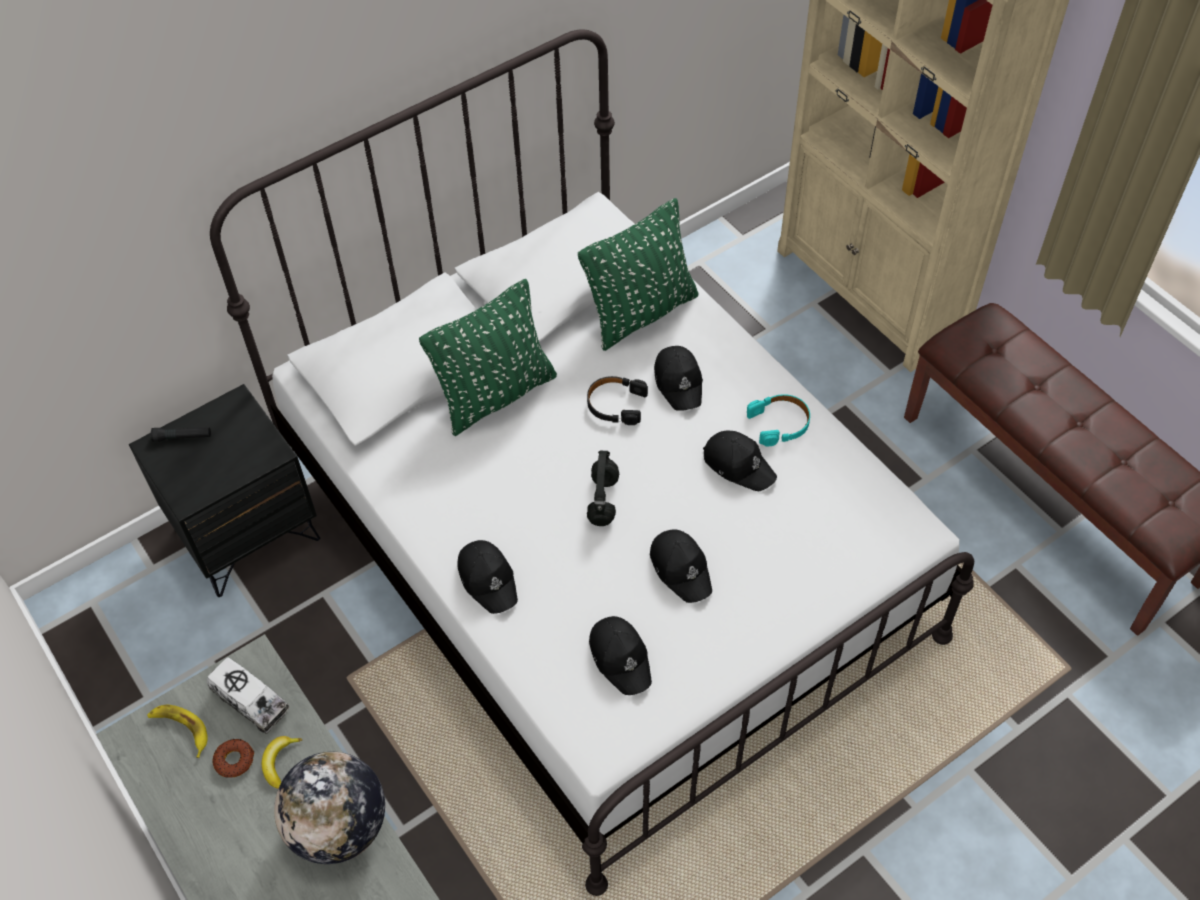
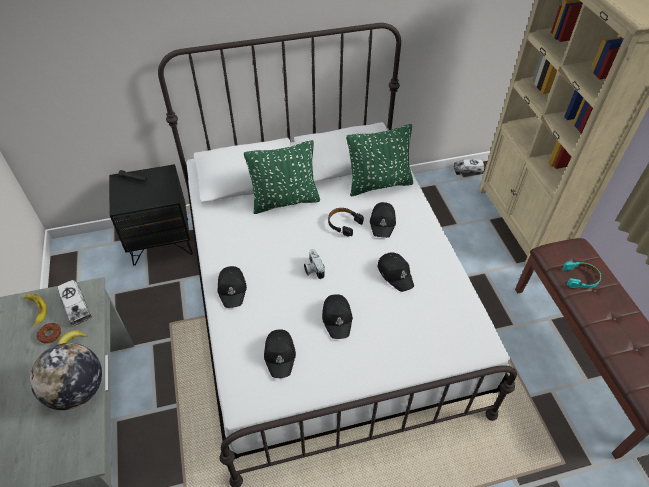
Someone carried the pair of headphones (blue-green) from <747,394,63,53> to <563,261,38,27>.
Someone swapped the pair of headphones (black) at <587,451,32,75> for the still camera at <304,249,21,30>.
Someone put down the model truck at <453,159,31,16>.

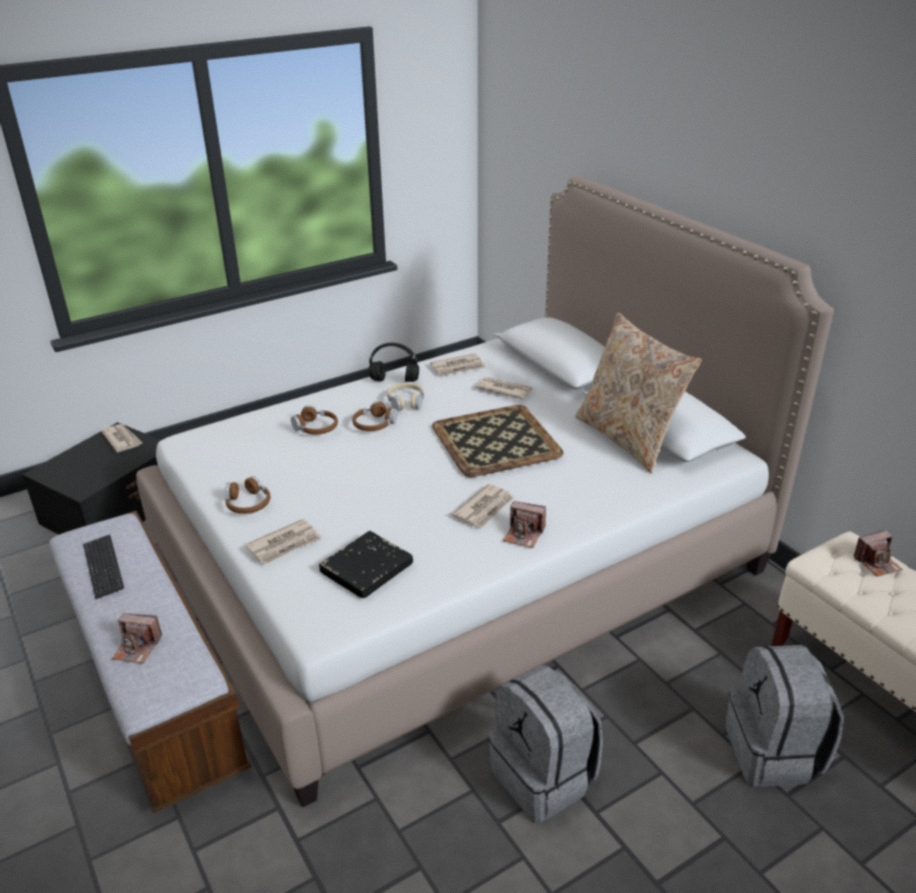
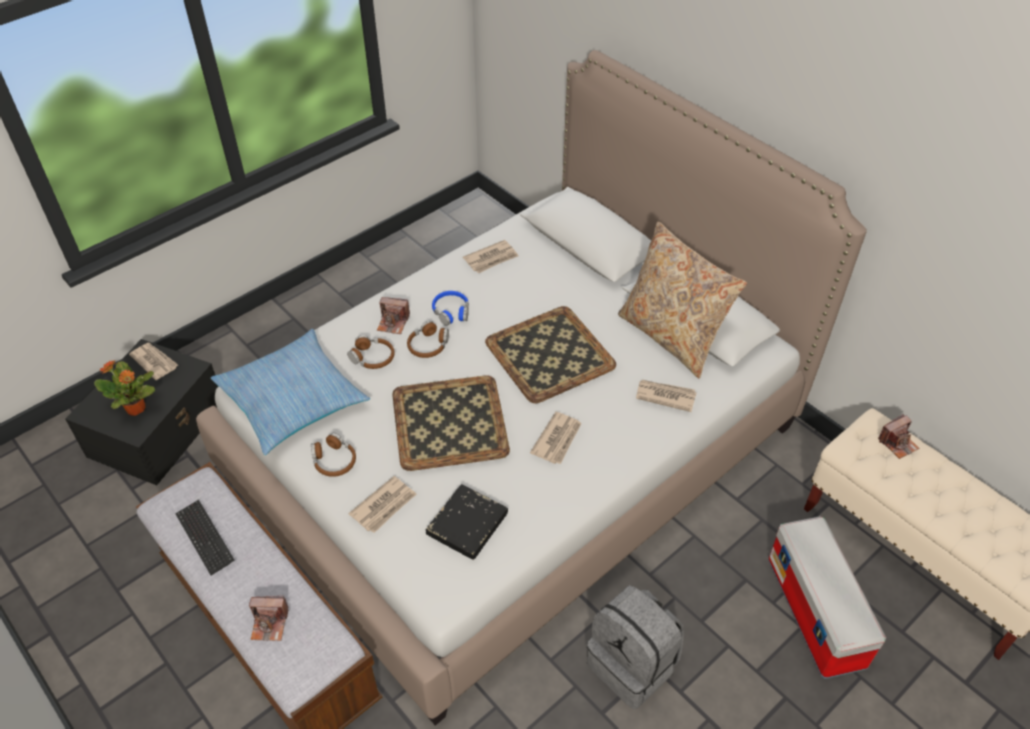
Someone took away the pair of headphones (black) at <369,343,50,39>.
Someone carried the daily paper from <476,377,57,22> to <636,380,61,32>.
Someone repainted the pair of headphones (beige-coloured) at <387,383,37,28>, which became the pair of headphones (bluish) at <432,291,37,35>.
Someone carried the still camera from <503,501,43,47> to <377,297,33,37>.
Someone swapped the knapsack (greyish) at <725,645,119,142> for the storage container at <768,516,118,163>.
Someone put down the throw pillow at <211,329,159,126>.
Someone put down the plant in a pot at <94,360,61,56>.
Someone put down the serving tray at <392,375,118,96>.

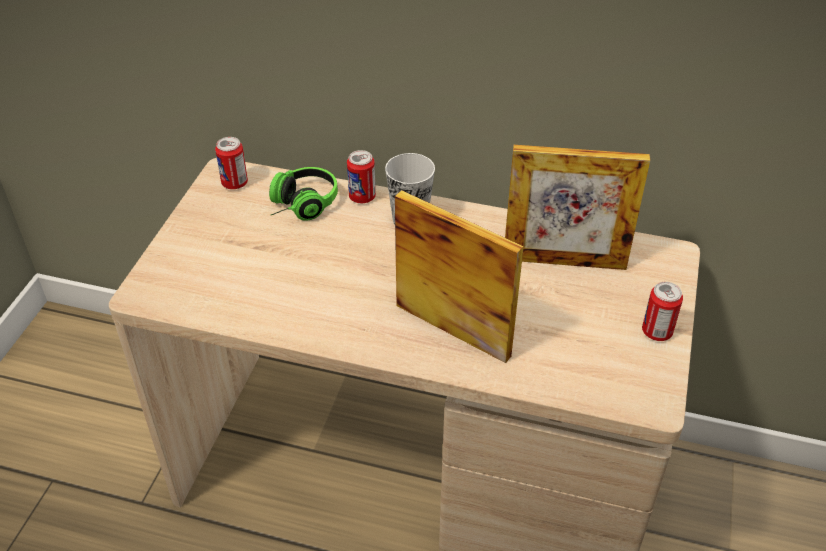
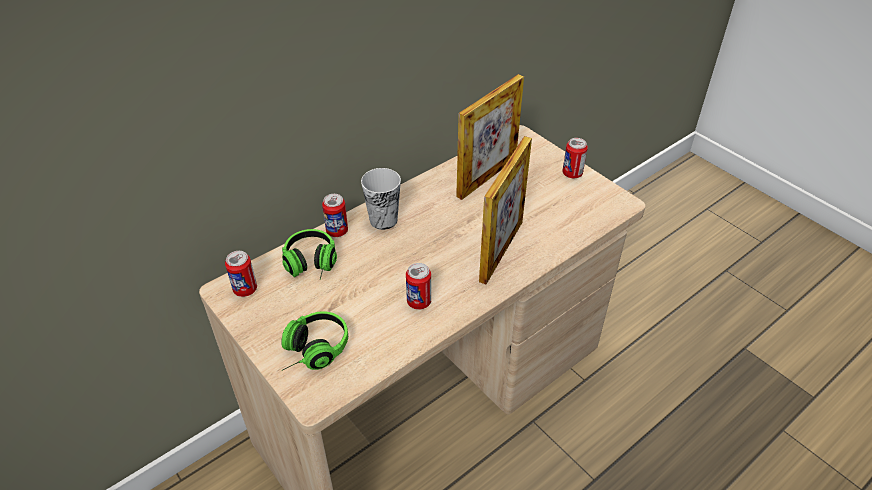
Someone rotated the picture frame at <395,190,129,173> by 135 degrees clockwise.
Someone put down the sealed can at <406,263,25,47>.
Someone put down the pair of headphones at <281,311,67,59>.

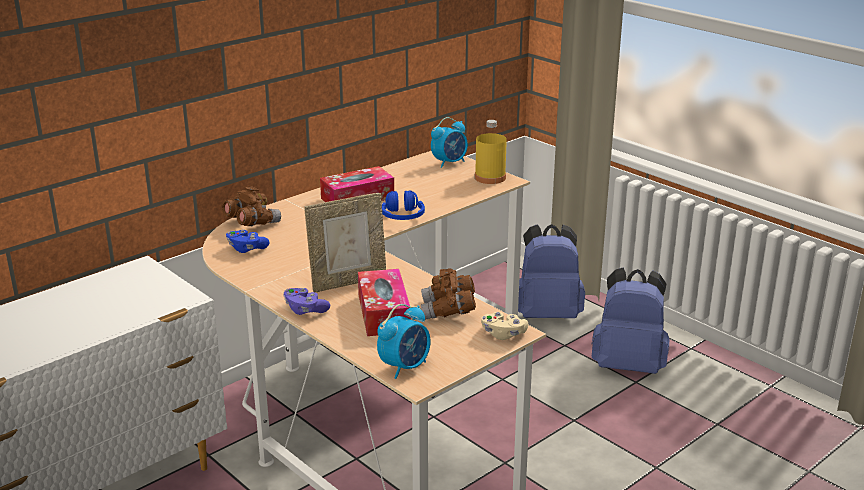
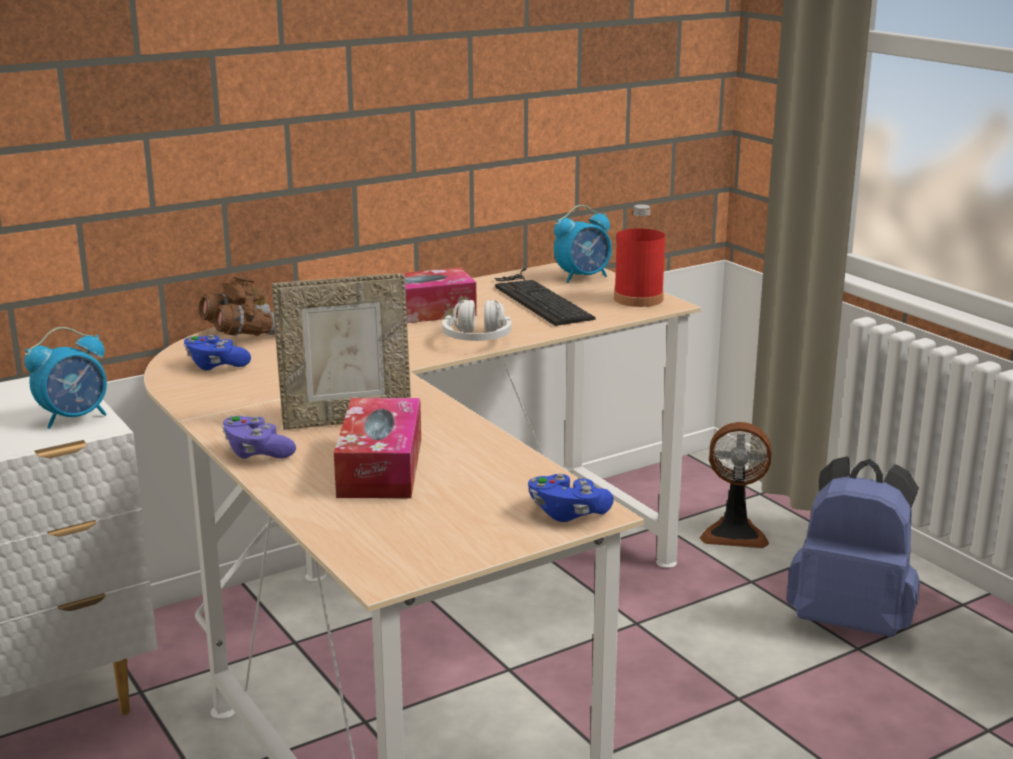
Someone repainted the bottle (yellowish) at <475,120,32,64>, which became the bottle (reddish) at <614,204,51,103>.
Someone repainted the pair of headphones (bluish) at <382,190,43,30>, which became the pair of headphones (white-coloured) at <442,300,69,41>.
Someone swapped the knapsack (bluish) at <518,224,67,94> for the fan at <700,422,72,126>.
Someone took away the field glasses (brown) at <421,268,55,52>.
Someone carried the table clock from <377,304,54,75> to <24,327,83,102>.
Someone repainted the gamepad (beige-coloured) at <481,312,47,28>, which became the gamepad (bluish) at <528,473,86,49>.
Someone put down the PC keyboard at <494,268,102,58>.

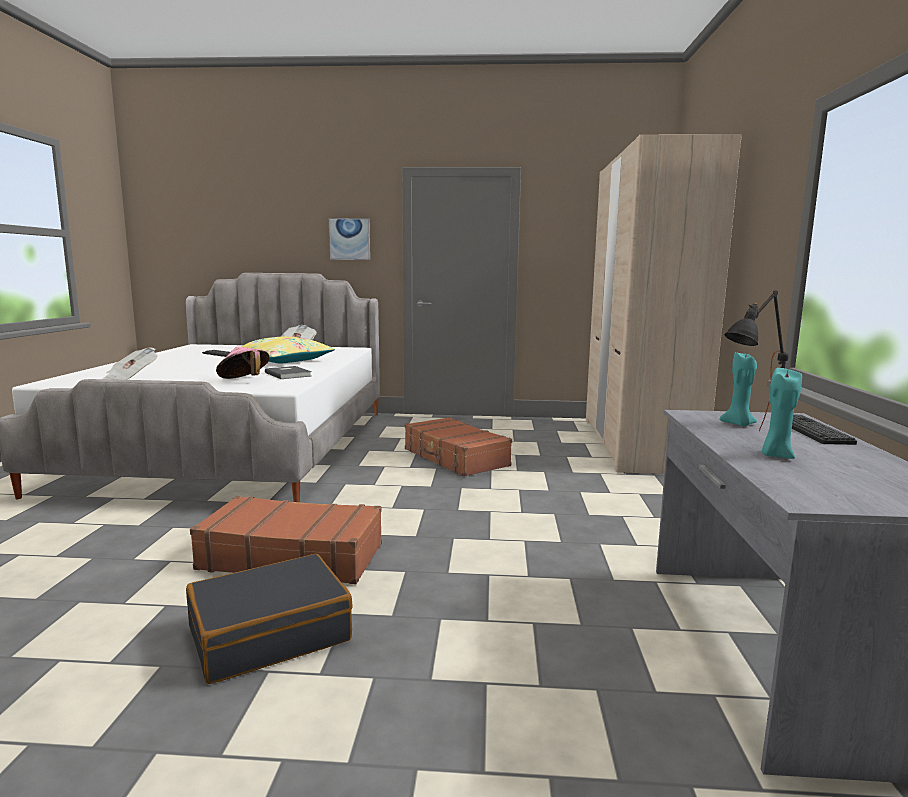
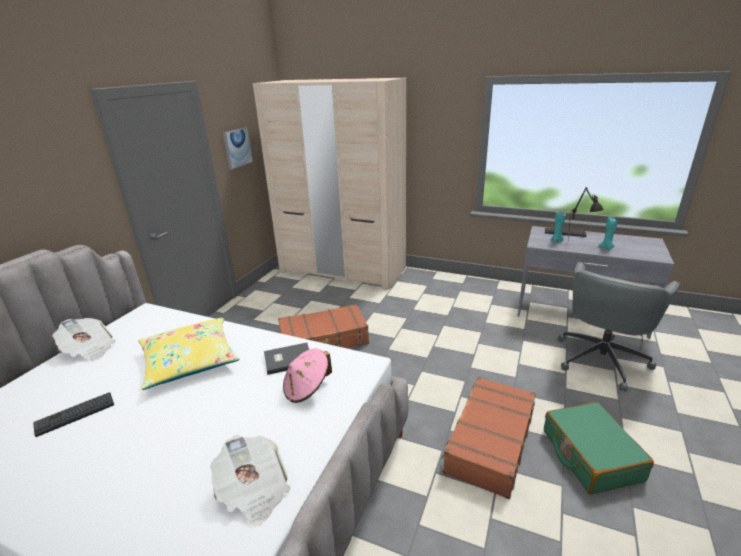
Someone carried the wall picture from <329,218,41,42> to <223,128,30,42>.
Someone repainted the piece of luggage (black) at <186,554,167,130>, which became the piece of luggage (green) at <544,402,110,92>.
Someone put down the office chair (greyish) at <558,262,122,129>.

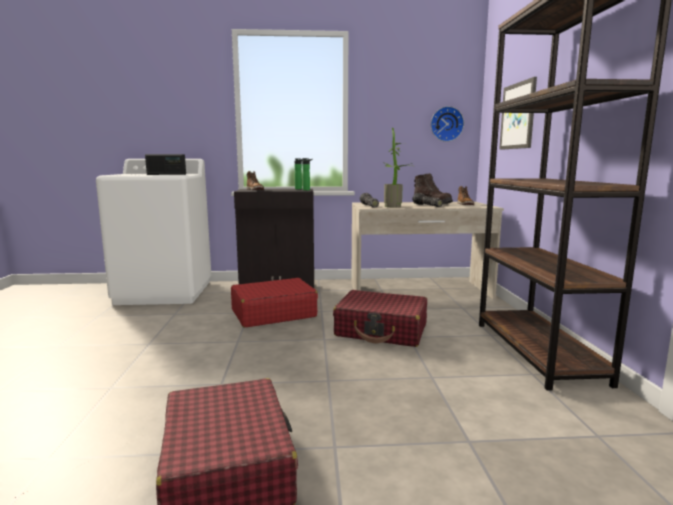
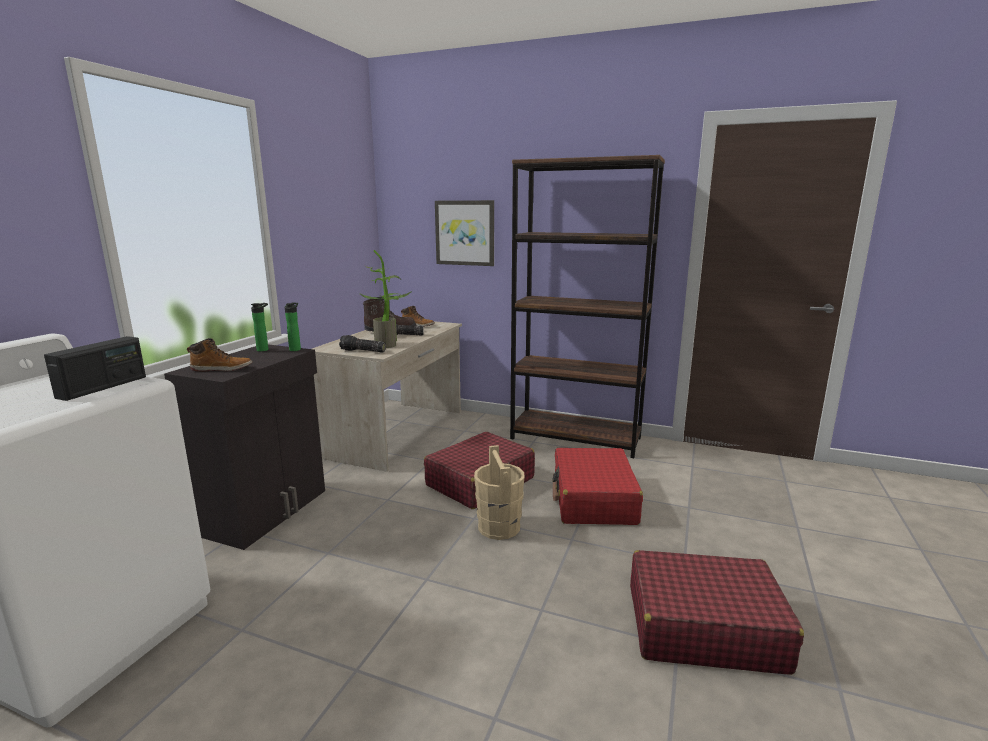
Someone took away the wall clock at <431,106,33,36>.
Someone carried the piece of luggage (reddish) from <231,278,87,50> to <552,448,91,77>.
Someone put down the water bucket (beige-coloured) at <474,445,51,95>.

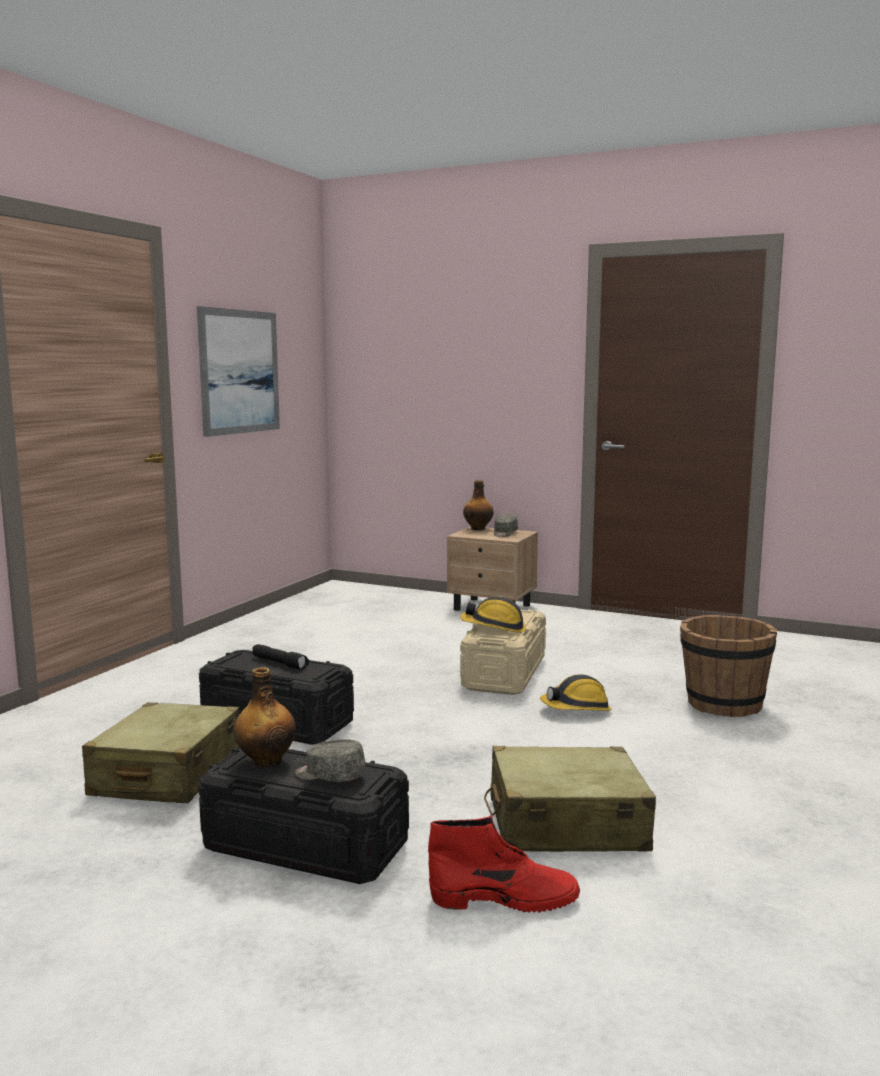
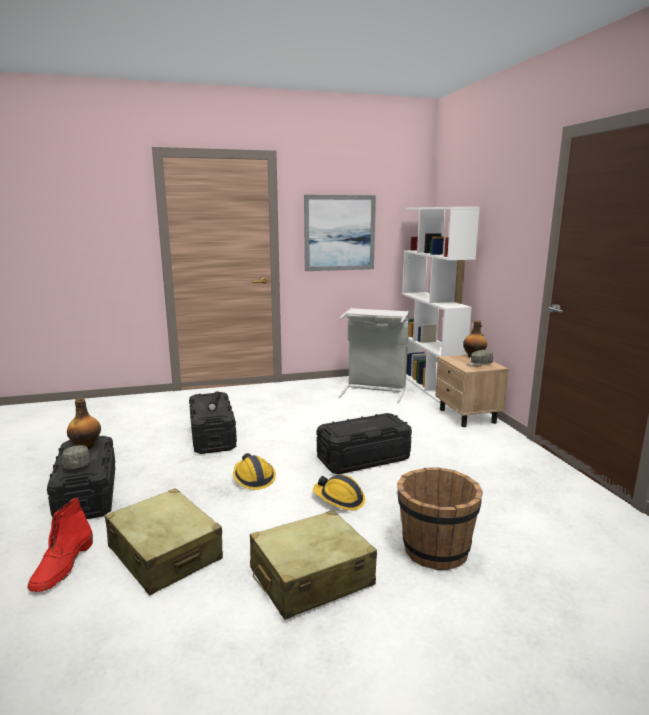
Someone carried the hard hat from <460,596,66,37> to <233,453,43,37>.
Someone repainted the storage container (beige-coloured) at <460,609,86,86>, which became the storage container (black) at <317,413,95,61>.
Someone carried the piece of luggage (beige-coloured) from <82,702,158,101> to <250,510,127,110>.
Someone rotated the high-top boot (reddish) at <428,815,152,97> by 45 degrees clockwise.
Someone put down the bookshelf (white-coloured) at <402,207,78,196>.
Someone put down the hamper (greyish) at <339,308,70,95>.

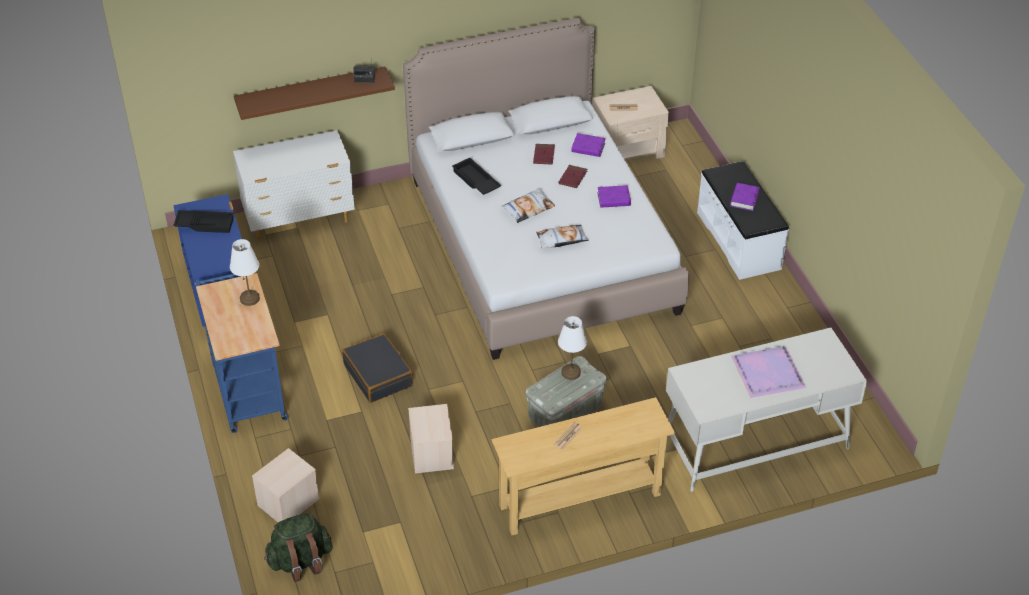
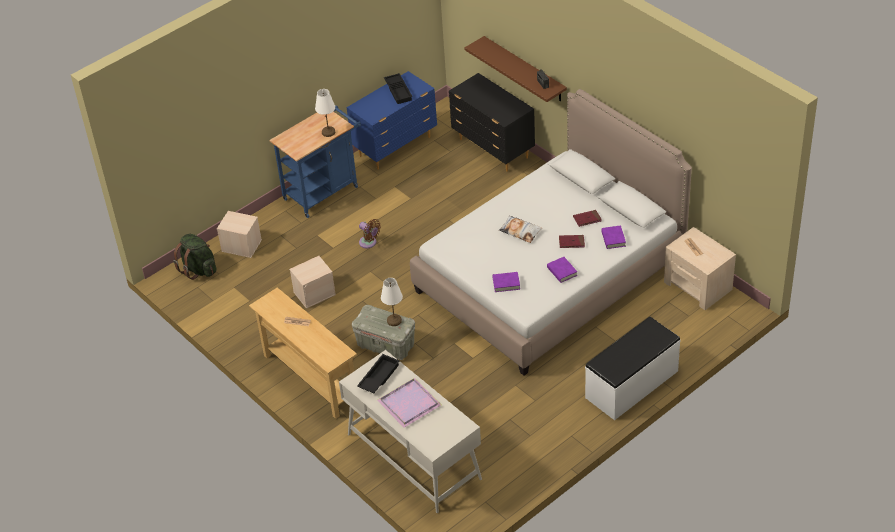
Someone repainted the drawer chest (white-coloured) at <233,130,122,112>, which became the drawer chest (black) at <449,73,86,99>.
Someone carried the serving tray (black) from <452,158,50,37> to <357,354,42,39>.
Someone carried the bound book (purple-coloured) from <730,183,30,28> to <492,272,28,20>.
Someone took away the throw pillow at <536,225,53,23>.
Someone swapped the piece of luggage (black) at <342,333,71,70> for the fan (brown) at <359,219,22,29>.

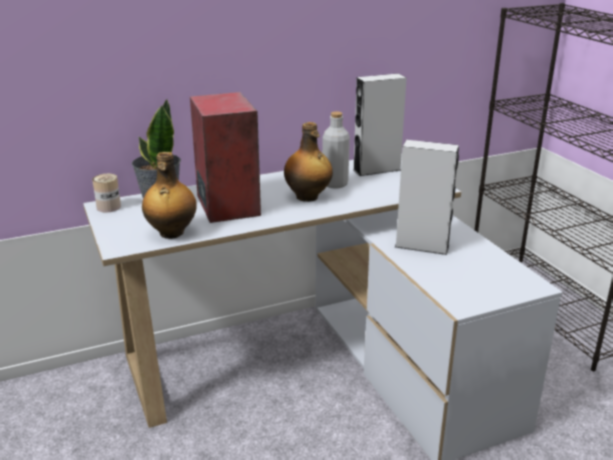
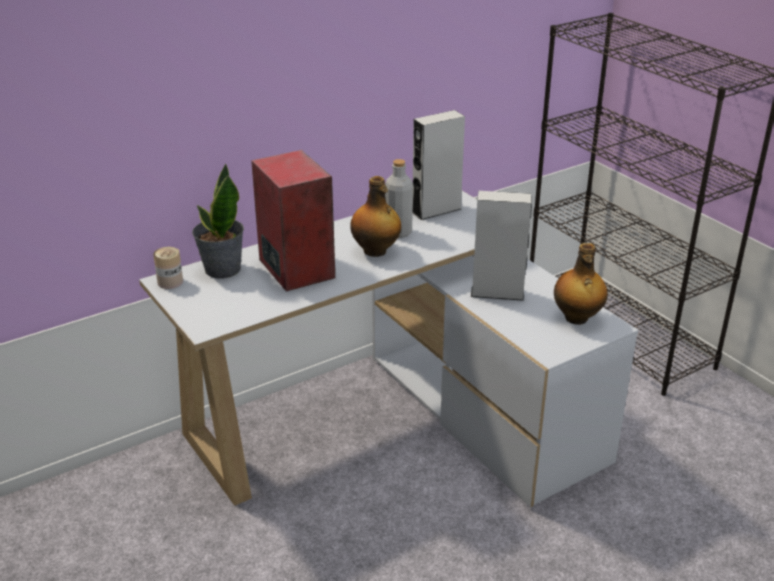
Someone carried the bottle from <142,152,55,87> to <554,243,54,82>.

